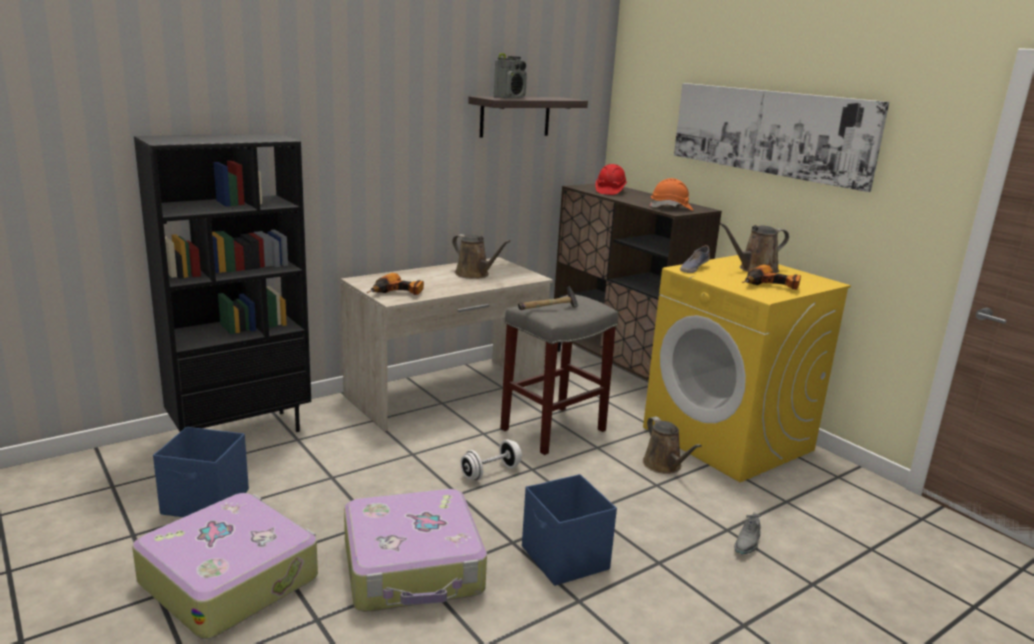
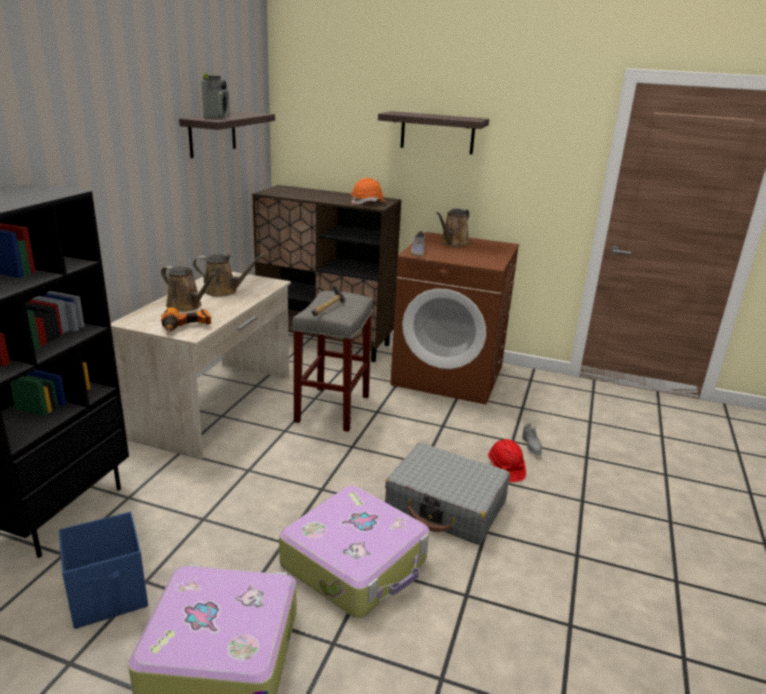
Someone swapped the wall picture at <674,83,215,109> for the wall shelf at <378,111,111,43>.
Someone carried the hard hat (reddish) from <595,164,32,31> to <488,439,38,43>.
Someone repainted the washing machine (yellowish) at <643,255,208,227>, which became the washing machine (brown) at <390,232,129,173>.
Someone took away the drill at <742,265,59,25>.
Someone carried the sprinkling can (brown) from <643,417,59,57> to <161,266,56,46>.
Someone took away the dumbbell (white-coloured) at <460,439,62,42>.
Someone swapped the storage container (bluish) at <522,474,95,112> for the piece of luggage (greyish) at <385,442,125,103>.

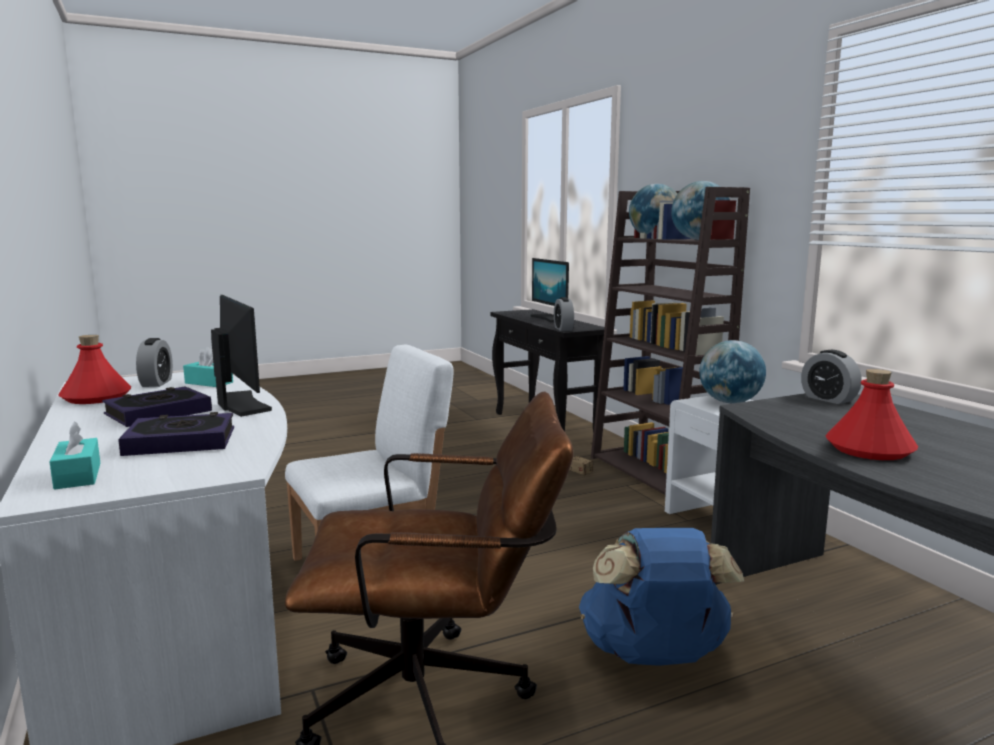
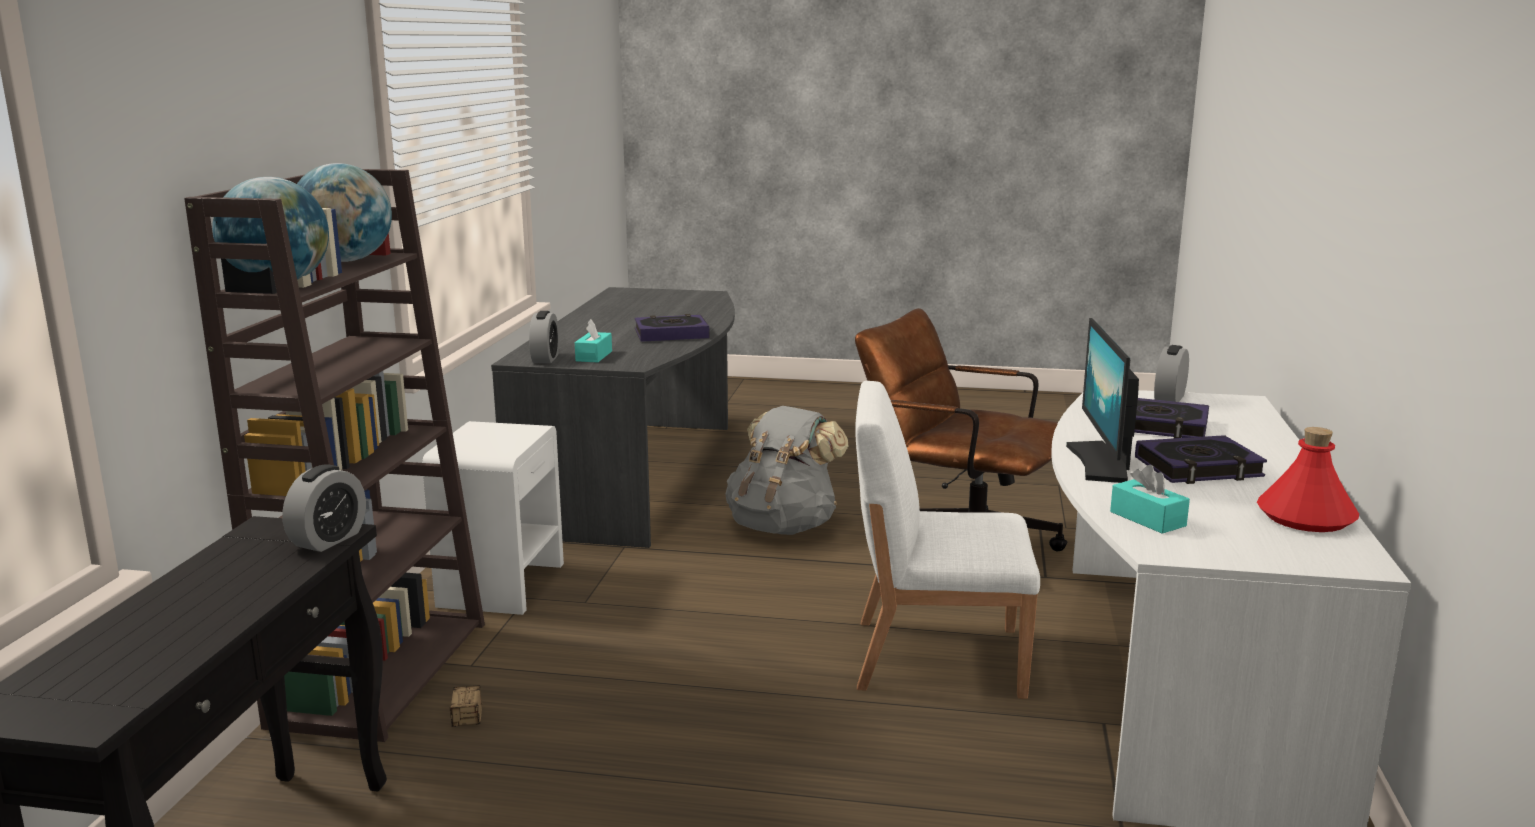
Someone took away the computer display at <530,258,39,64>.
Someone carried the table clock from <136,338,37,49> to <1154,345,35,57>.
Someone took away the globe at <699,340,67,64>.
Someone swapped the bottle (reddish) at <826,369,92,91> for the bound book at <635,314,74,28>.
Someone carried the tissue box (blue-green) from <50,422,50,68> to <575,319,37,43>.
Someone repainted the knapsack (bluish) at <579,528,165,138>, which became the knapsack (greyish) at <725,406,123,129>.

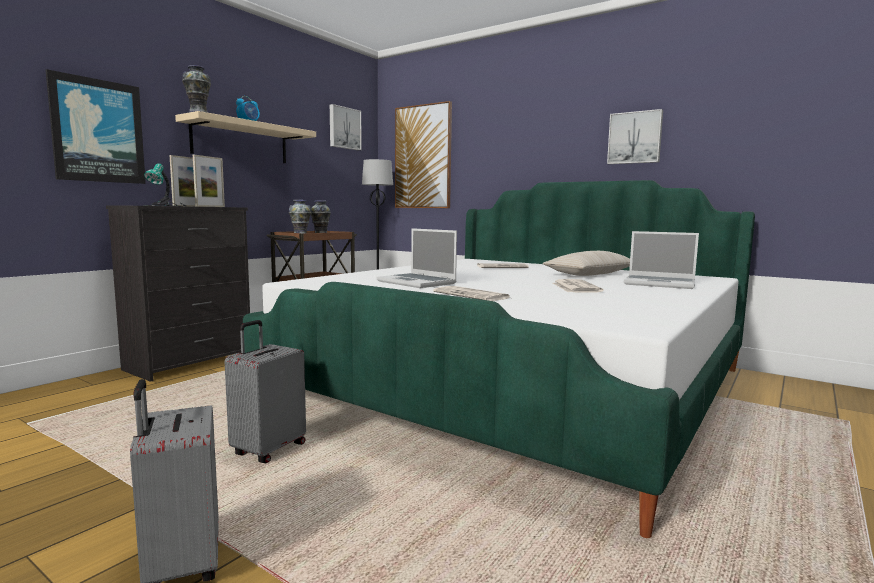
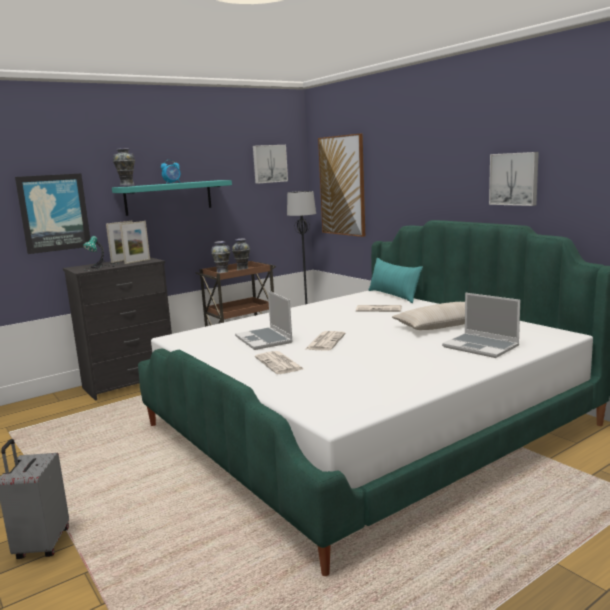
Someone repainted the wall shelf (beige-coloured) at <175,111,141,52>, which became the wall shelf (blue-green) at <112,180,120,36>.
Someone carried the daily paper from <553,279,51,13> to <306,331,40,20>.
Someone took away the piece of luggage (greyish) at <225,320,81,143>.
Someone put down the throw pillow (blue-green) at <368,258,55,45>.

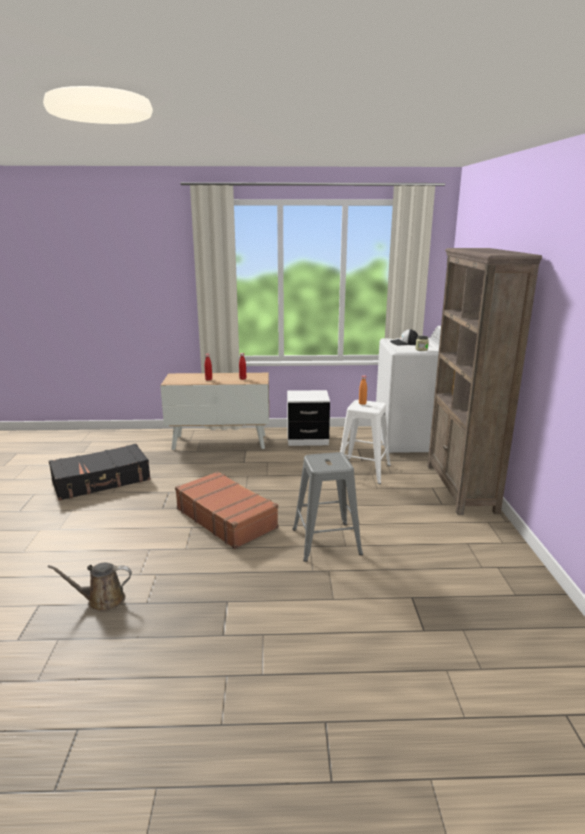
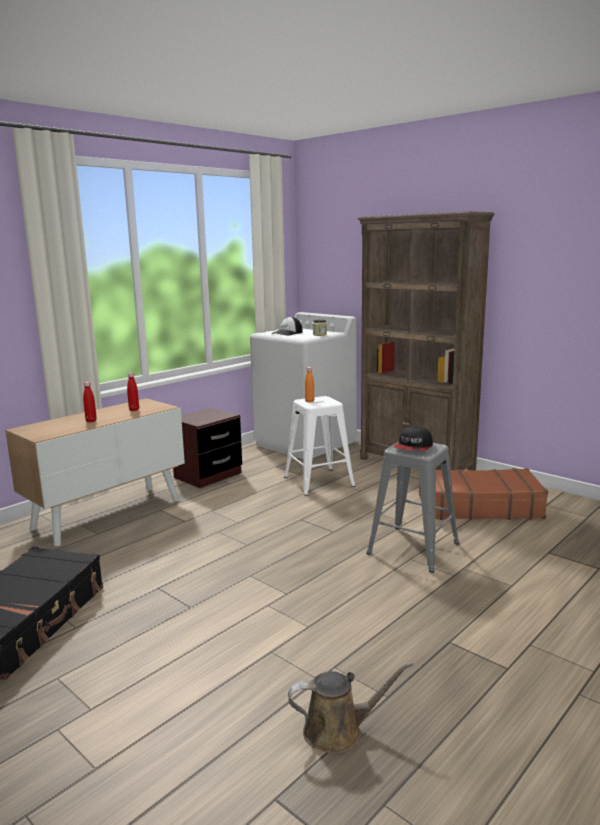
Someone repainted the bedside table (white-coloured) at <287,390,43,56>, which became the bedside table (brown) at <173,408,69,80>.
Someone carried the piece of luggage (brown) from <175,471,103,78> to <419,468,129,52>.
Someone rotated the sprinkling can (brown) at <48,563,84,48> by 135 degrees counterclockwise.
Someone put down the cap at <393,426,40,25>.

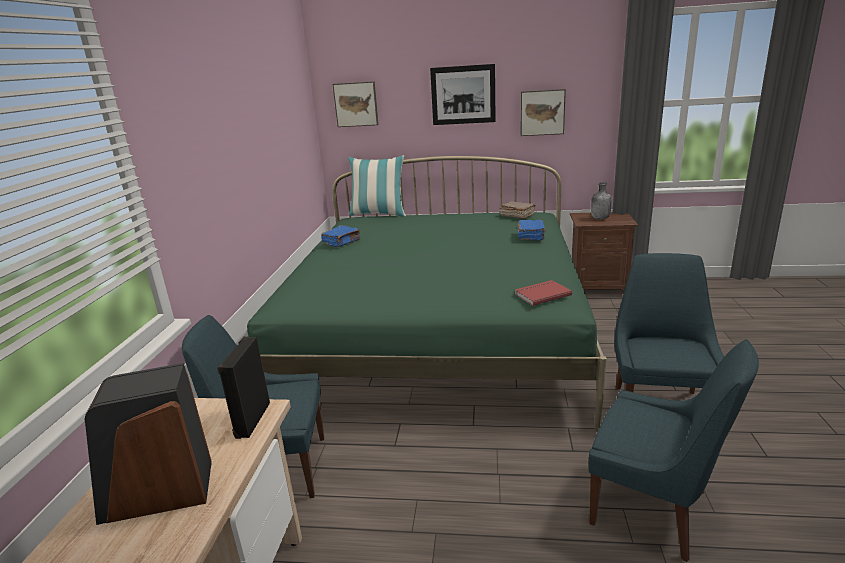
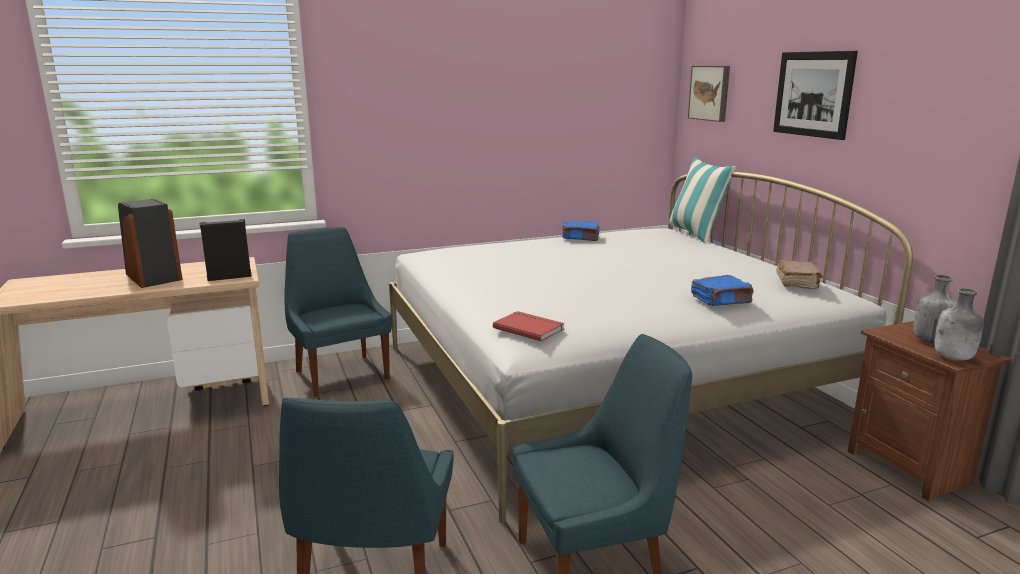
Someone took away the wall picture at <521,89,45,47>.
Someone repainted the sleeping bed (green) at <247,156,360,275>, which became the sleeping bed (white-coloured) at <389,172,524,351>.
Someone put down the bottle (greyish) at <934,288,50,73>.

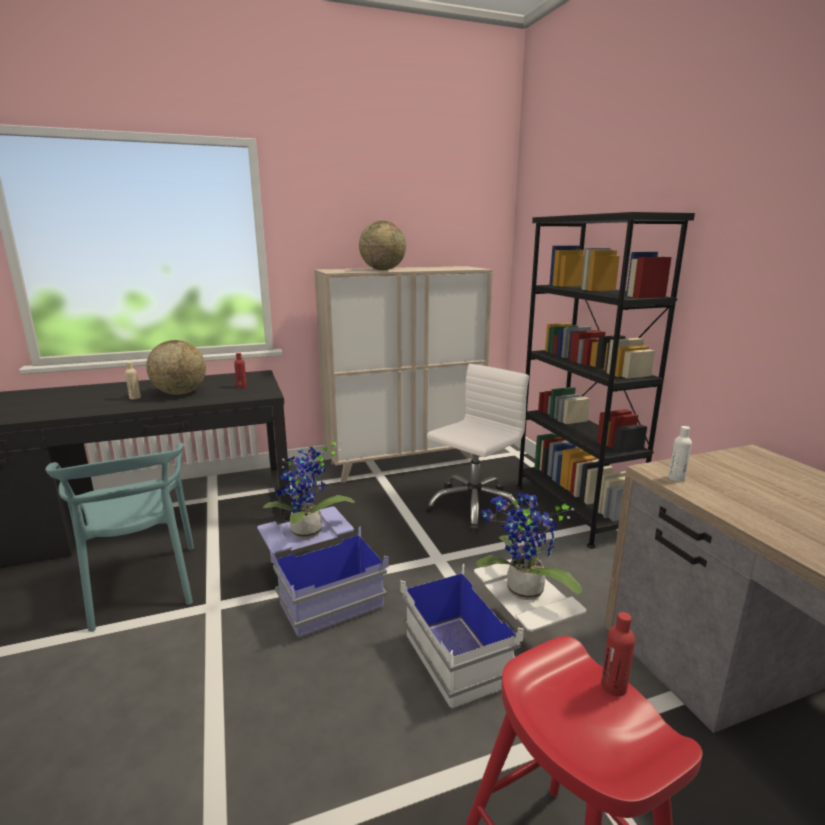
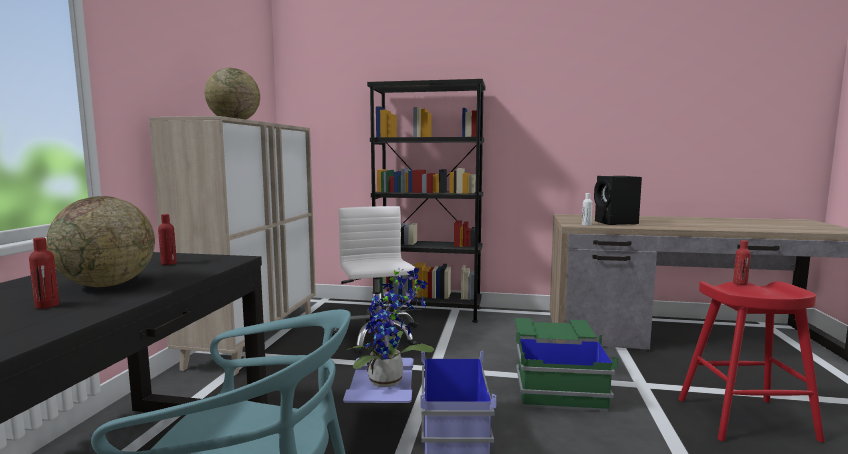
Someone repainted the bottle (beige-coloured) at <125,362,16,37>, which became the bottle (reddish) at <29,237,30,72>.
Someone took away the plant in a pot at <476,492,106,108>.
Someone repainted the storage container (white-coloured) at <400,559,186,151>, which became the storage container (green) at <515,318,103,93>.
Someone put down the audio speaker (black) at <594,176,48,49>.

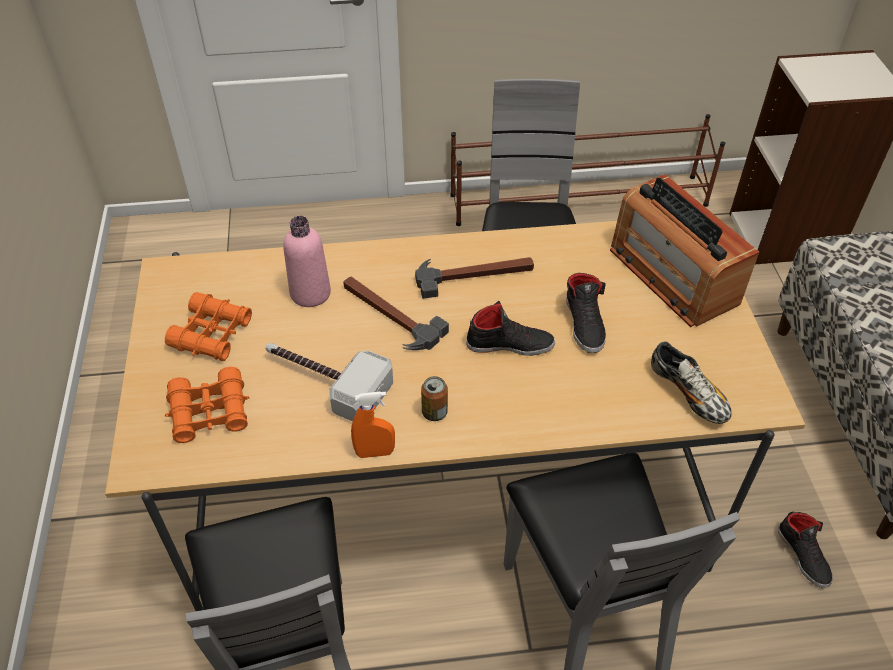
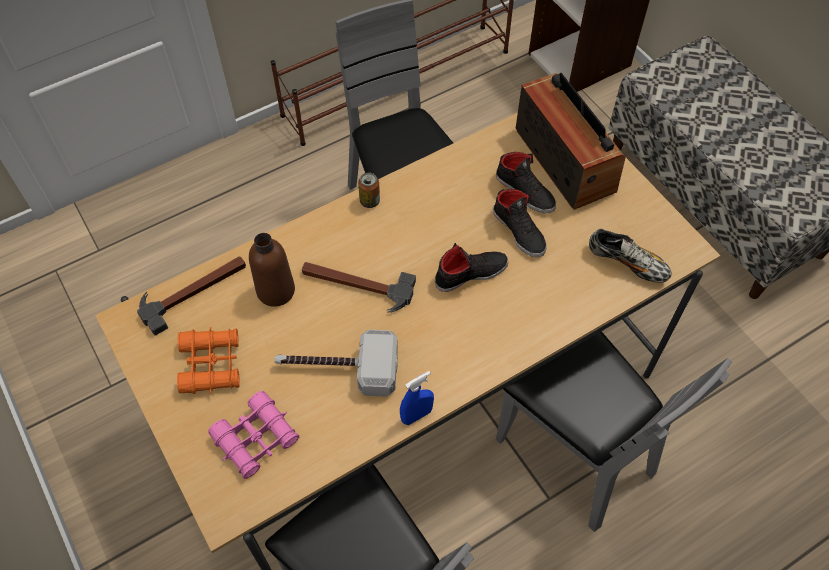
Someone rotated the radio set at <610,174,149,153> by 150 degrees counterclockwise.
Someone repainted the bottle (pink-coloured) at <283,216,48,91>, which became the bottle (brown) at <249,233,46,74>.
Someone carried the hand hammer from <415,257,119,42> to <137,256,109,80>.
Someone repainted the field glasses (orange-coloured) at <165,367,85,76>, which became the field glasses (pink-coloured) at <208,391,91,88>.
Someone carried the sealed can from <421,376,27,45> to <358,172,22,36>.
Someone repainted the spray bottle (orange-coloured) at <351,392,44,66>, which became the spray bottle (bluish) at <400,371,34,54>.
Someone carried the low shoe (black) from <778,511,55,77> to <496,152,60,61>.

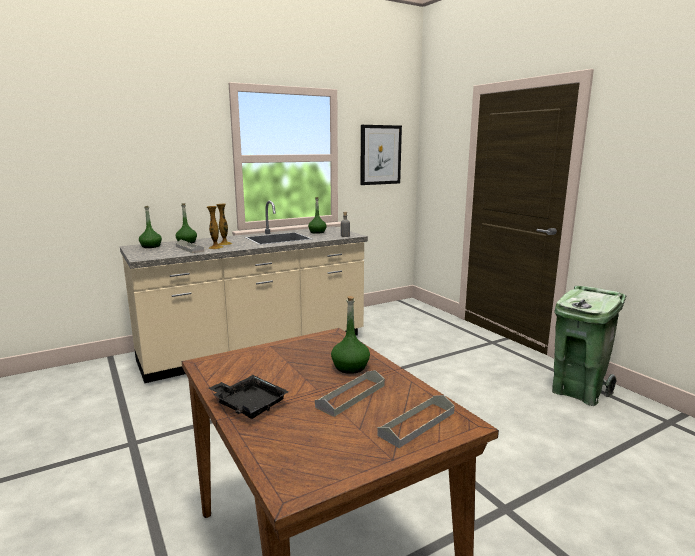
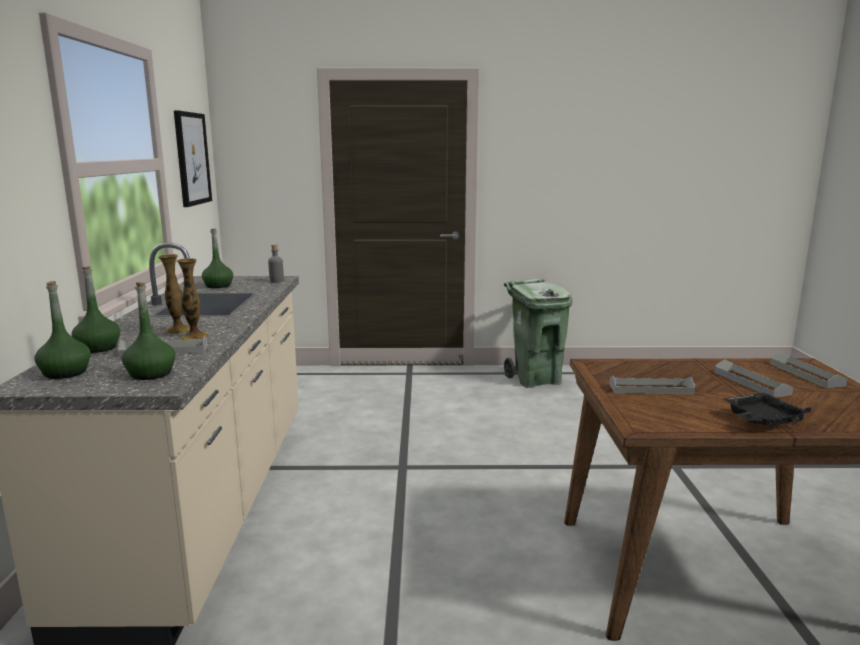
Someone carried the bottle (green) from <331,296,39,78> to <122,282,53,98>.
Someone put down the serving tray (greyish) at <609,376,86,18>.

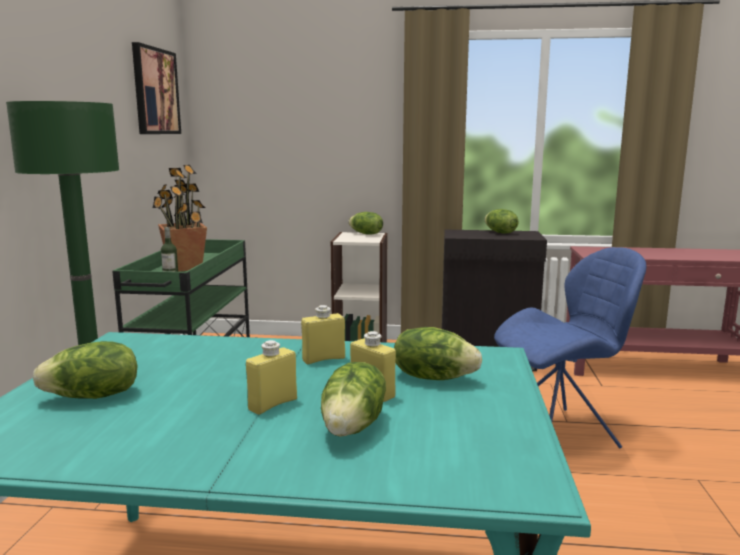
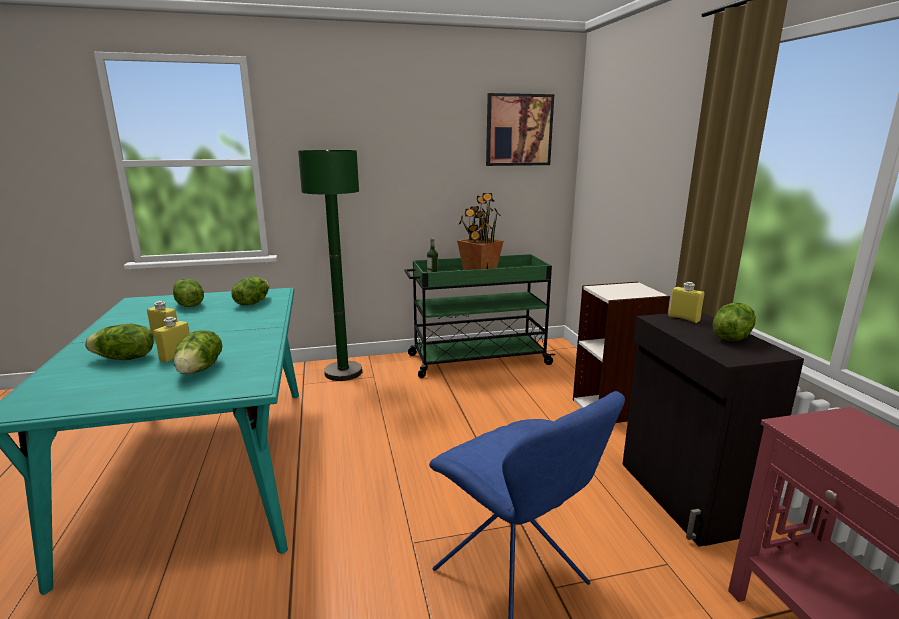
Someone carried the head of lettuce from <348,212,35,23> to <232,277,37,29>.
Someone carried the bottle (yellowish) from <301,305,44,59> to <669,282,35,41>.

